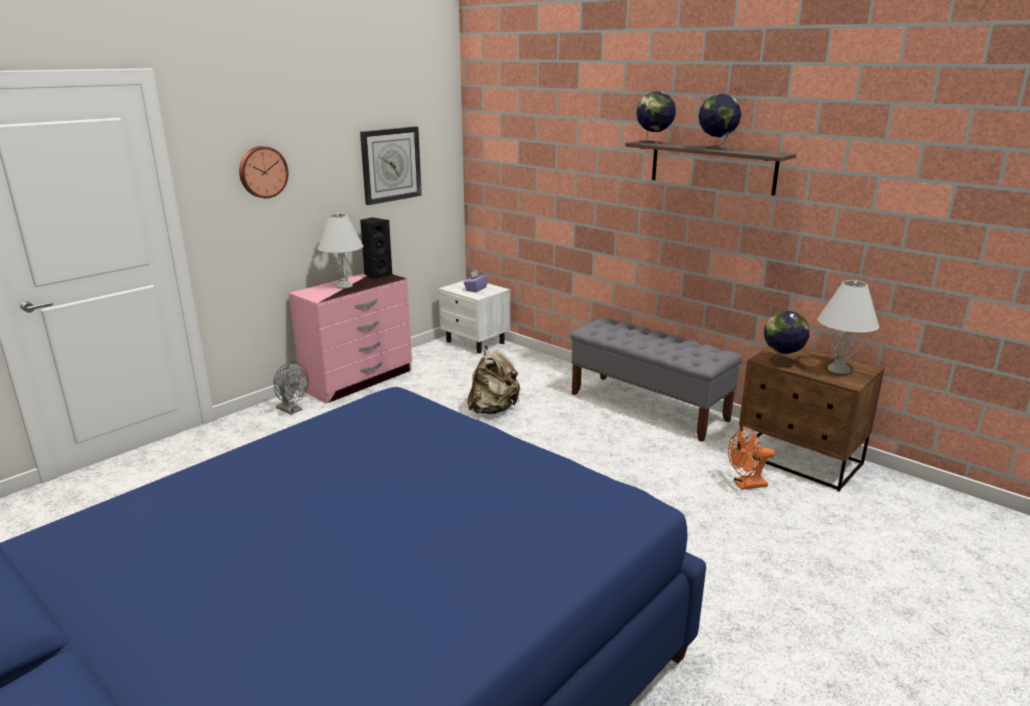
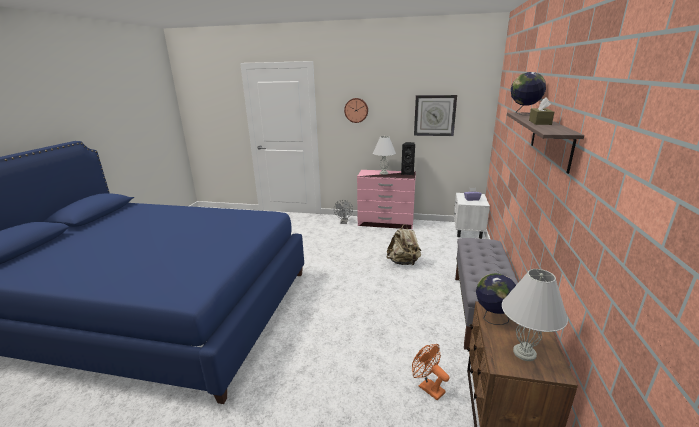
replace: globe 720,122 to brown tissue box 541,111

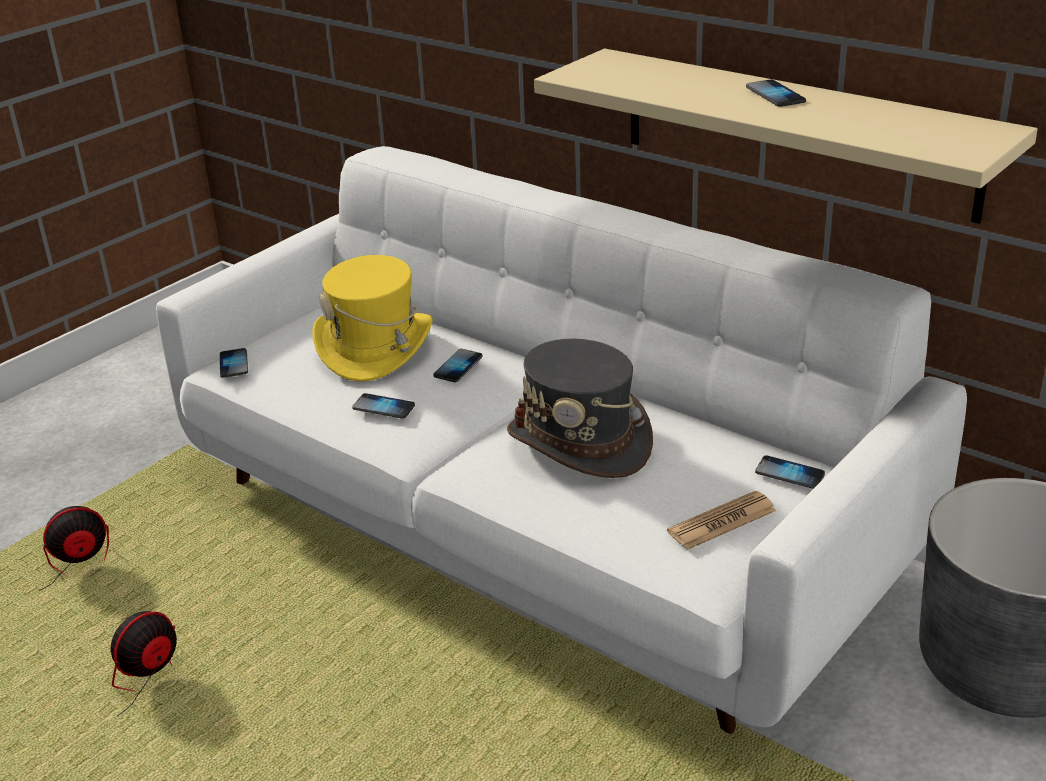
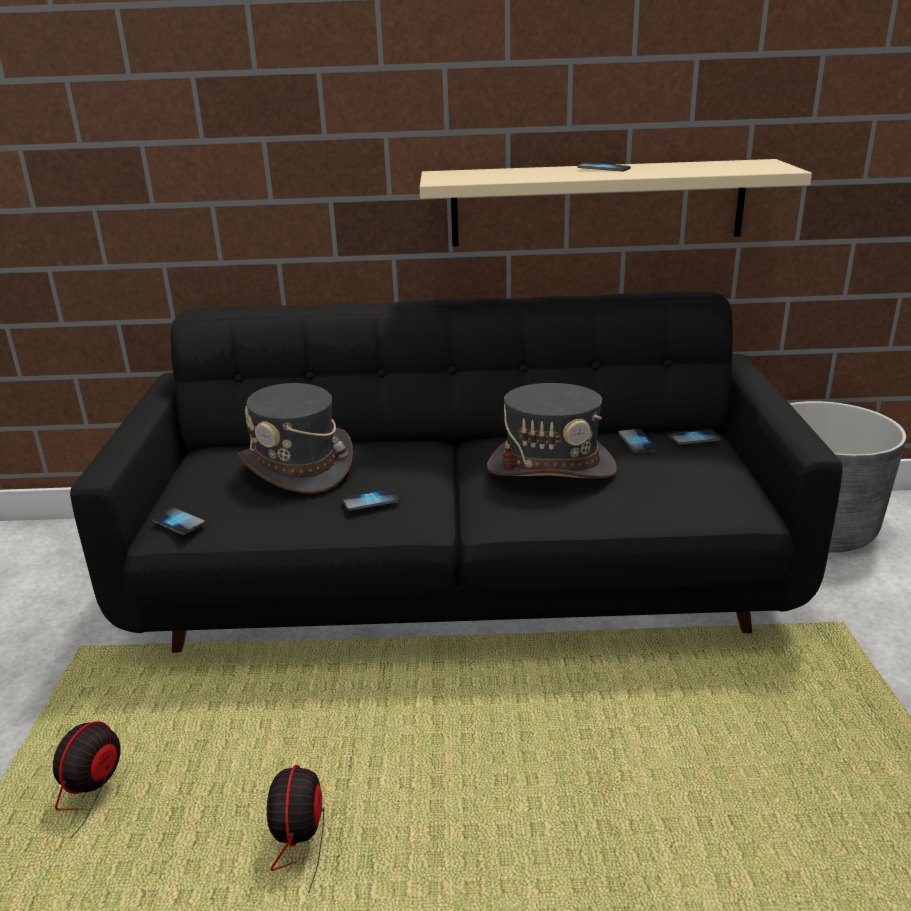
delete: newspaper 721,520
move: phone 458,365 to 638,441
recolor: white sofa 561,440 to black sofa 456,472; yellow hat 372,318 to grey hat 295,438

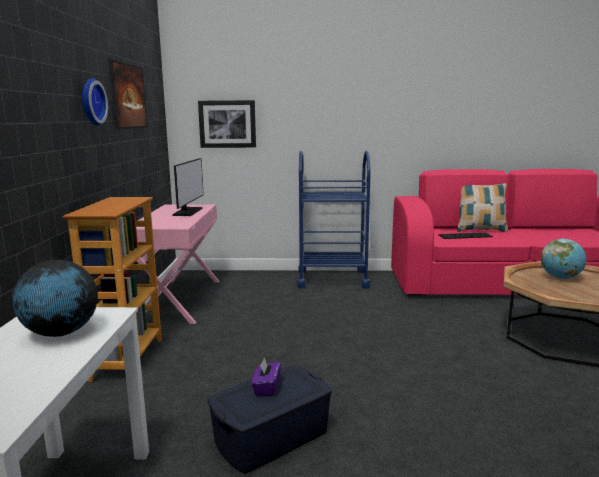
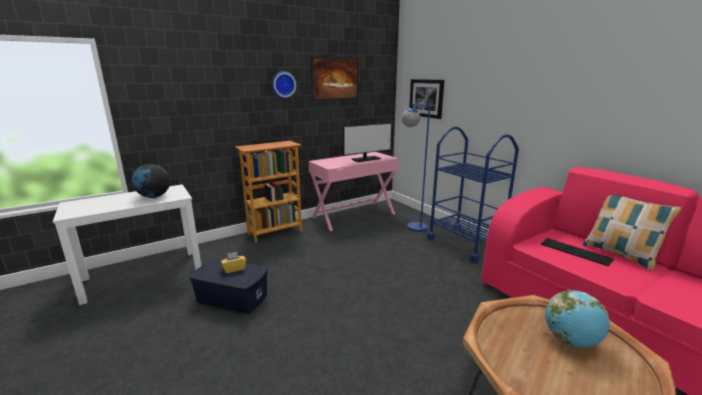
insert: blue floor lamp 419,168
recolor: purple tissue box 266,376 to yellow tissue box 233,262

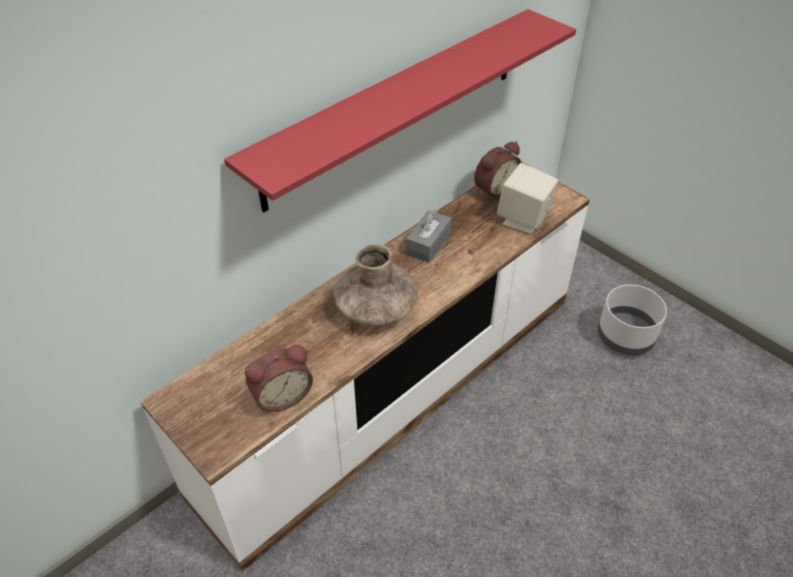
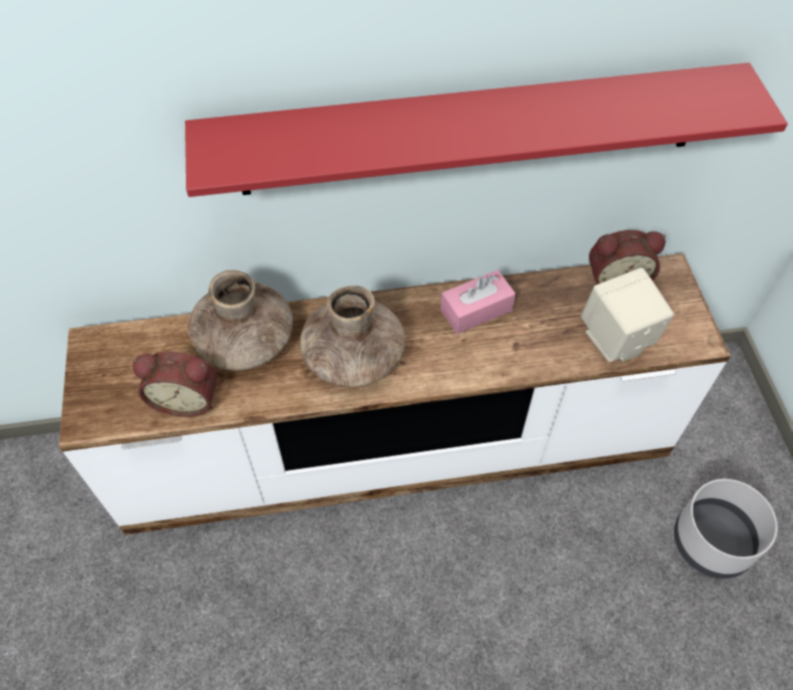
insert: brown vase 240,320
recolor: grey tissue box 429,236 to pink tissue box 478,302

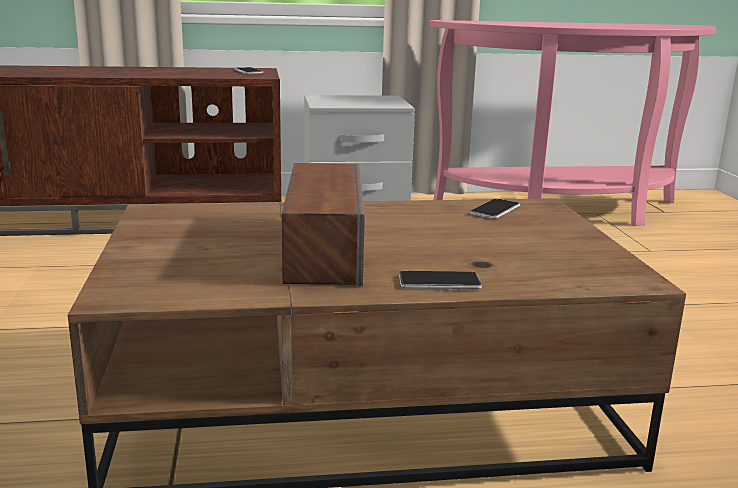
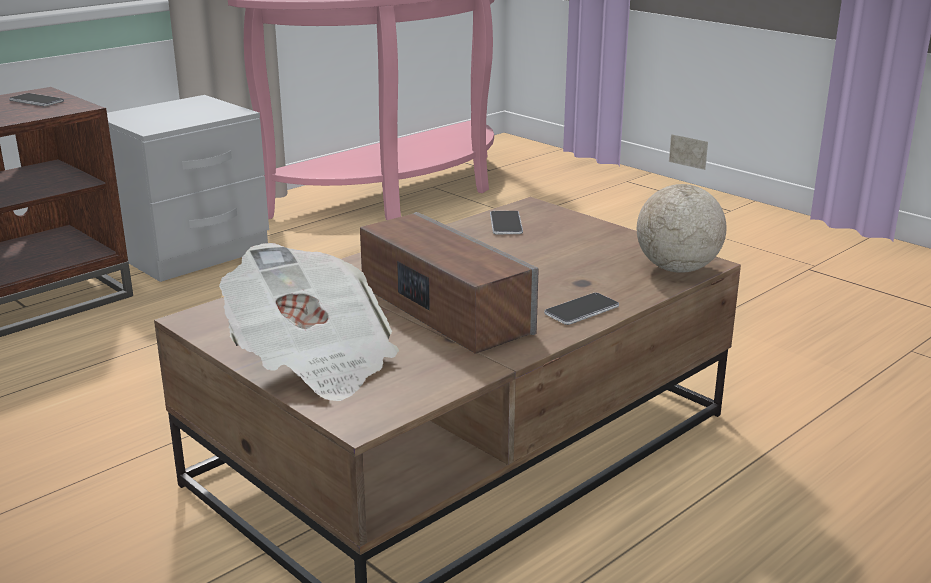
insert: newspaper 309,322; globe 681,203

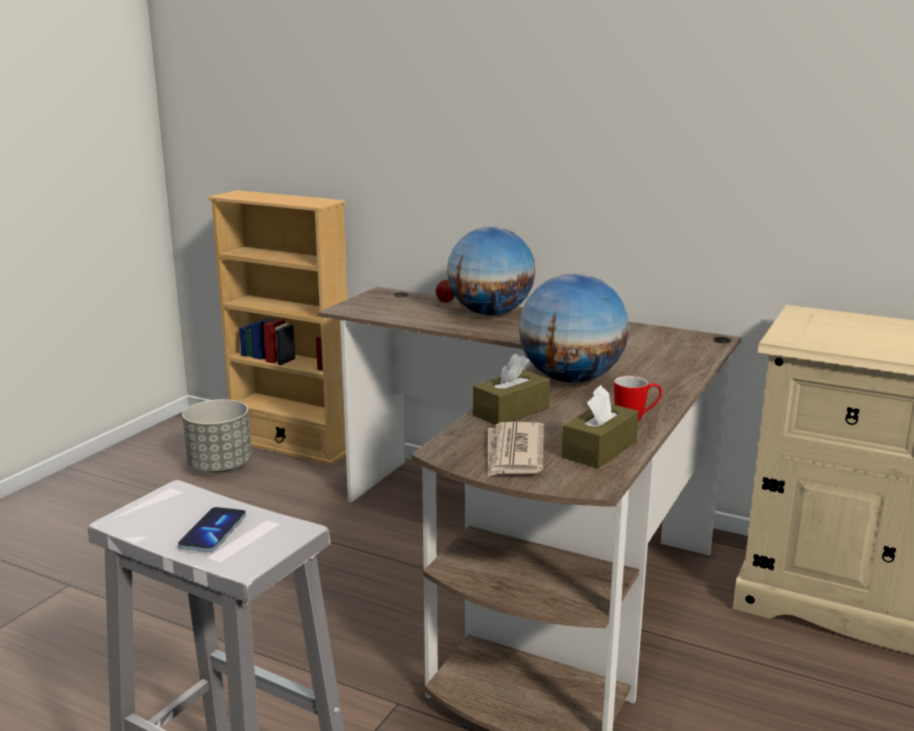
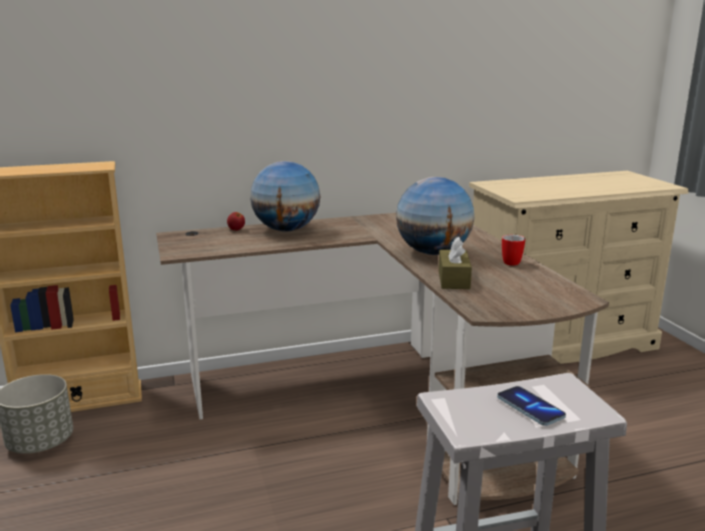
delete: newspaper 516,449; brown tissue box 600,426

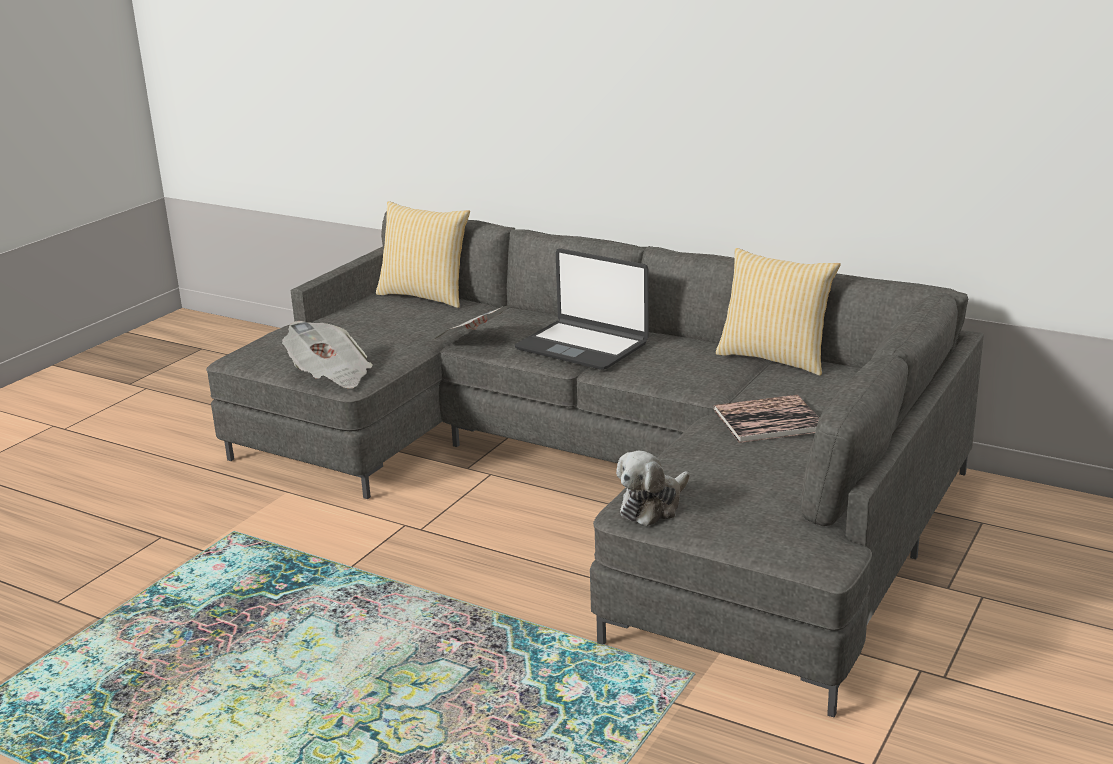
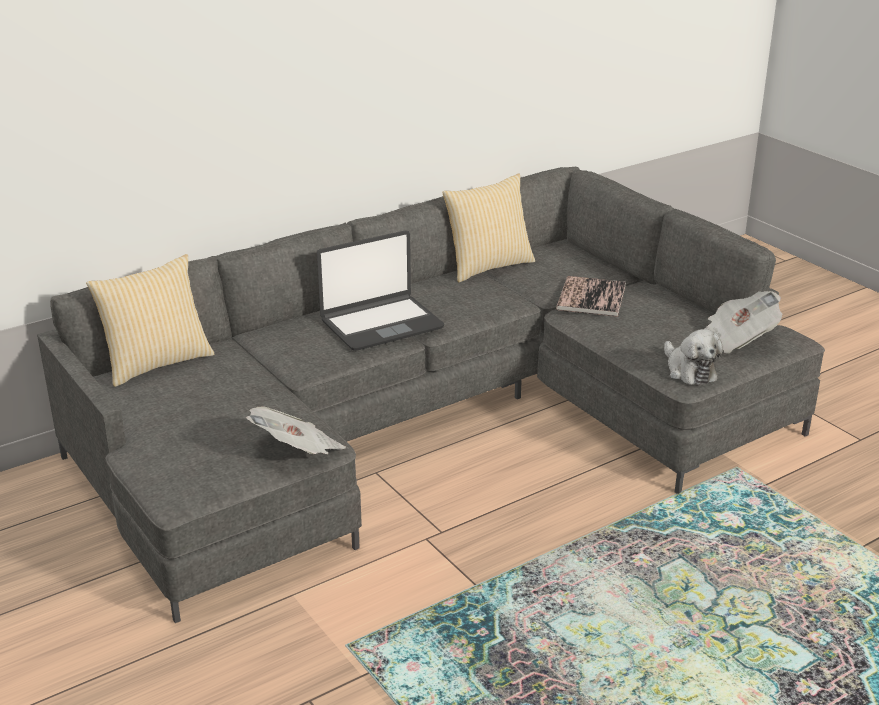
move: newspaper 472,322 to 743,322

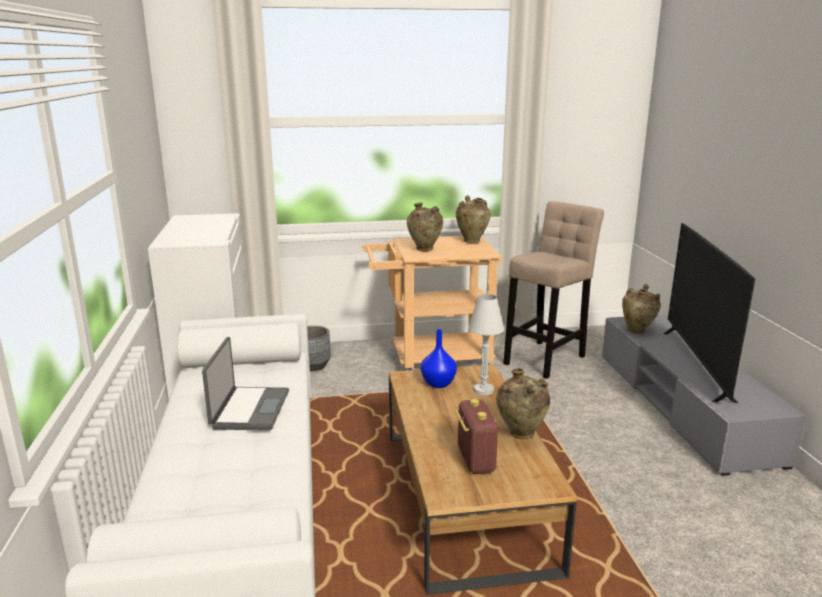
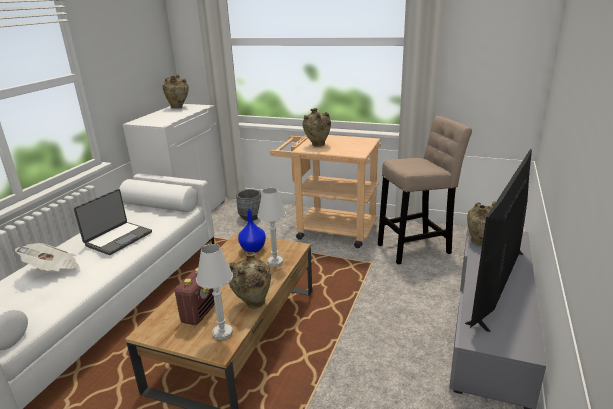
insert: newspaper 47,257; white table lamp 214,292
move: beige vase 473,219 to 176,91

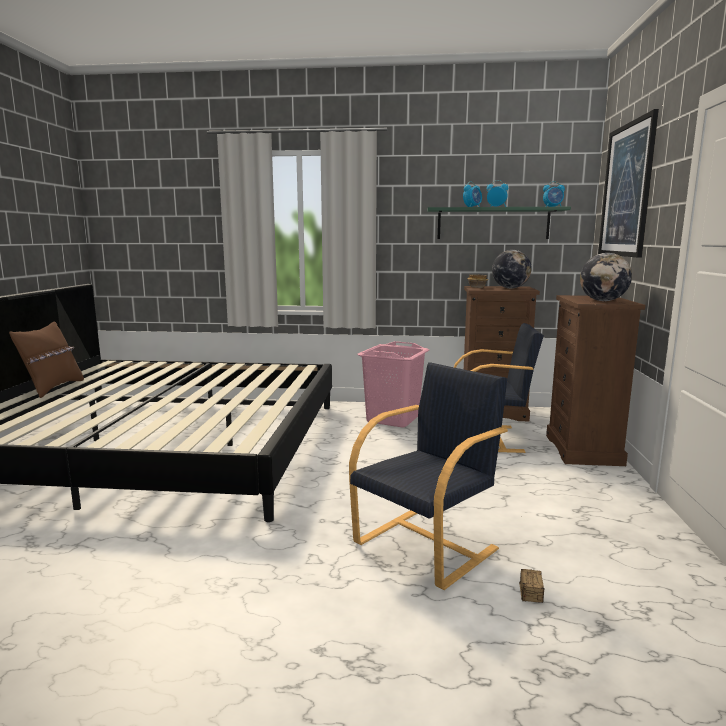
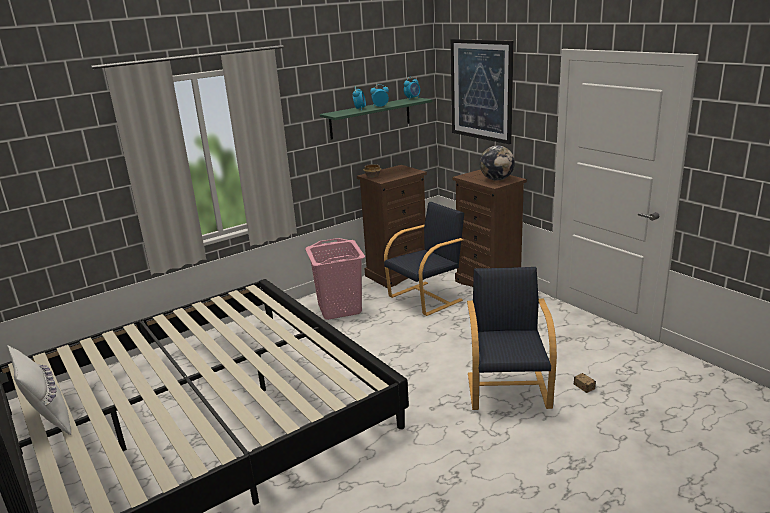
delete: globe 512,269
recolor: brown pillow 46,360 to white pillow 39,390

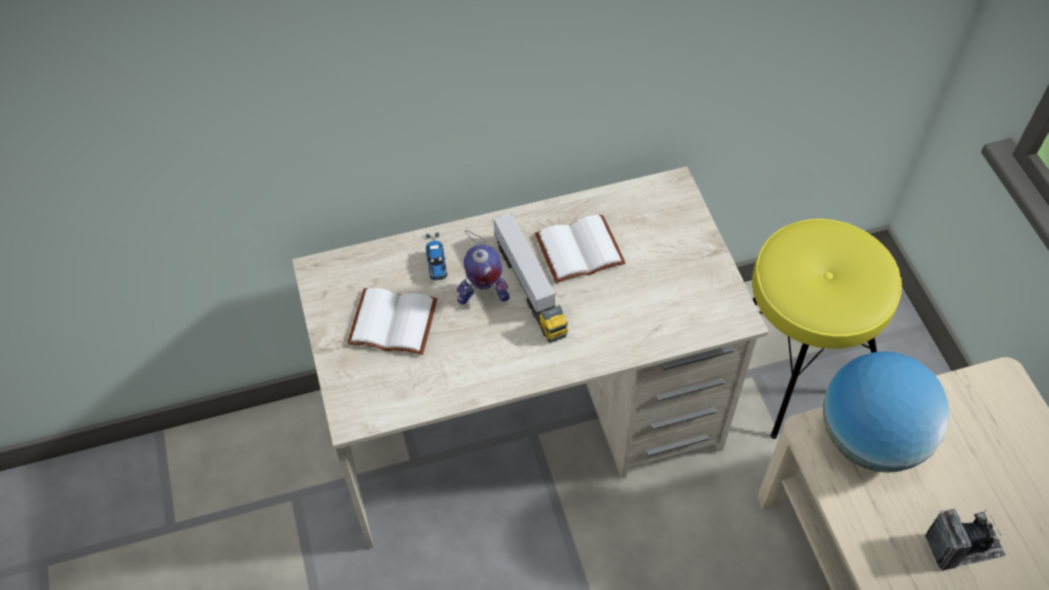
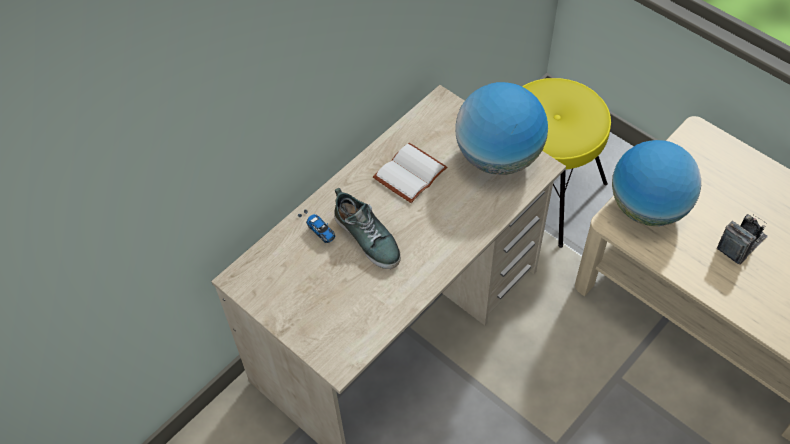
delete: white book 392,321; toy truck 530,278
insert: globe 501,128
replace: toy robot 483,267 to shoe 367,228

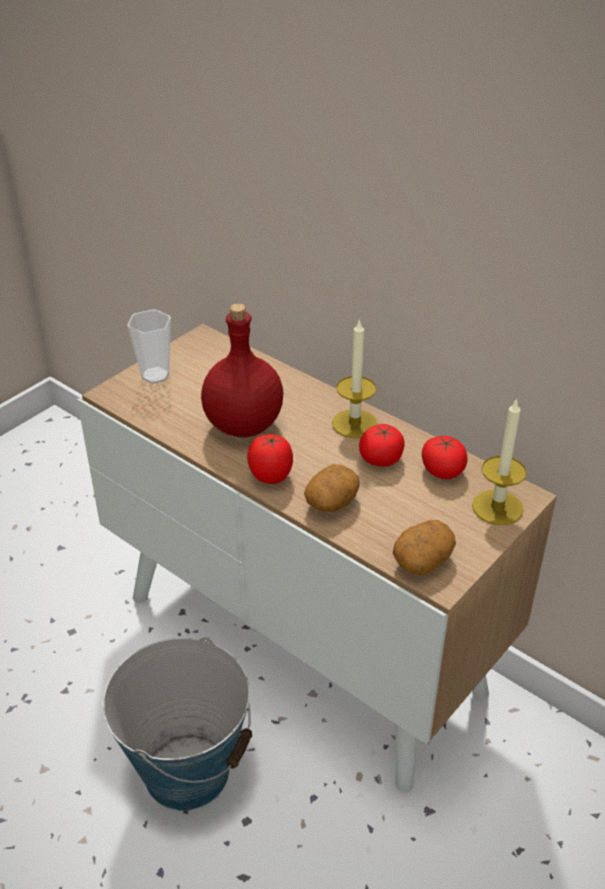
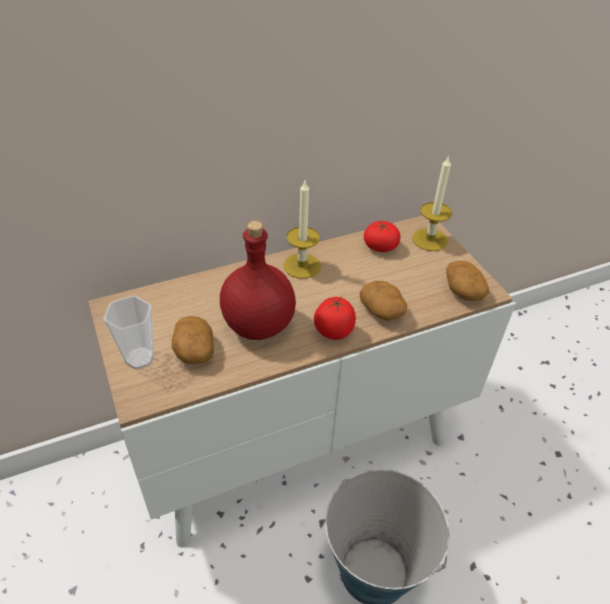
delete: tomato 382,445
insert: potato 193,340

